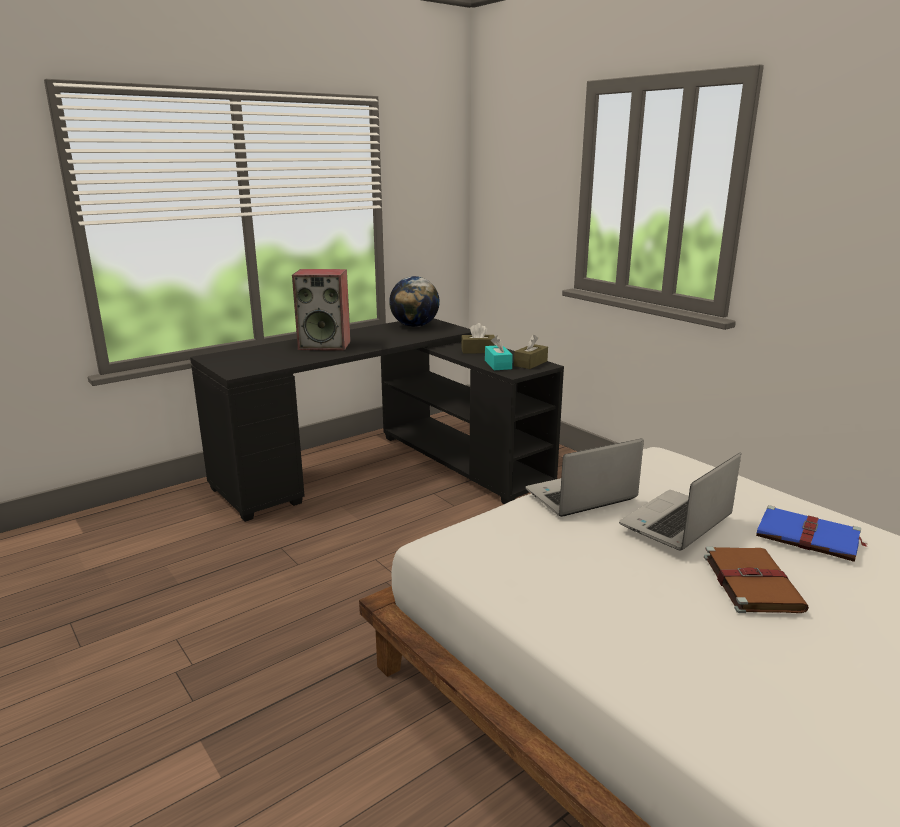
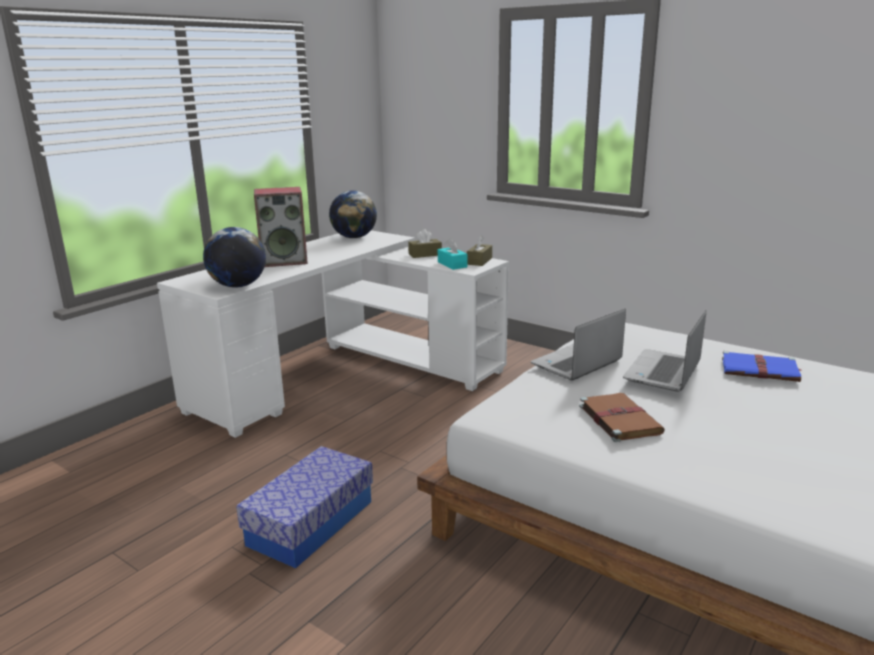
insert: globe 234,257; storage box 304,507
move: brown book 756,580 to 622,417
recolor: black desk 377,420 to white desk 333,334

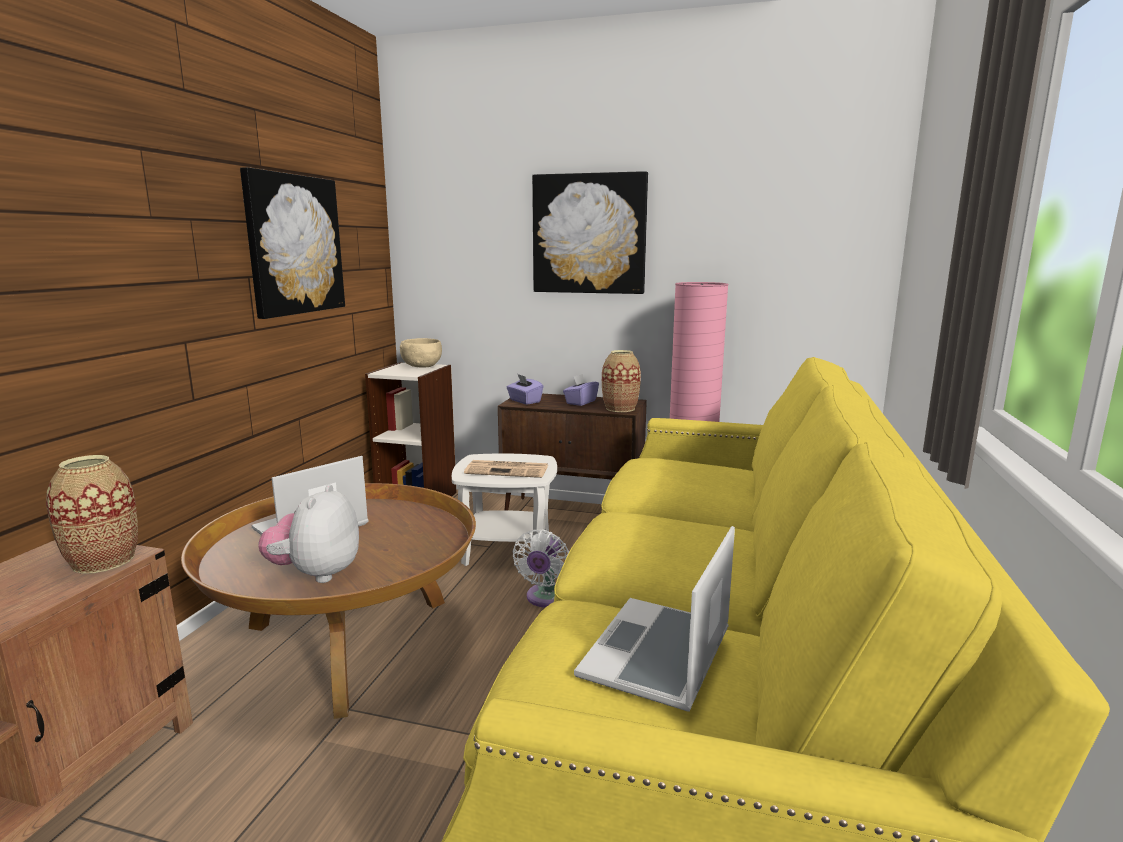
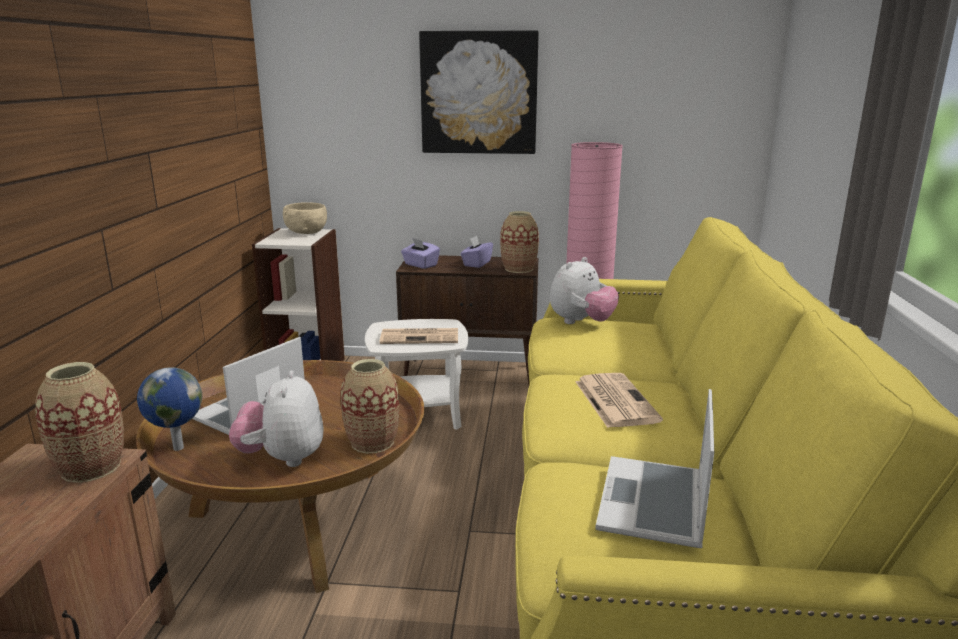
delete: picture 292,243; white fan 540,568
insert: globe 169,409; vase 369,406; plush toy 584,290; newspaper 619,400

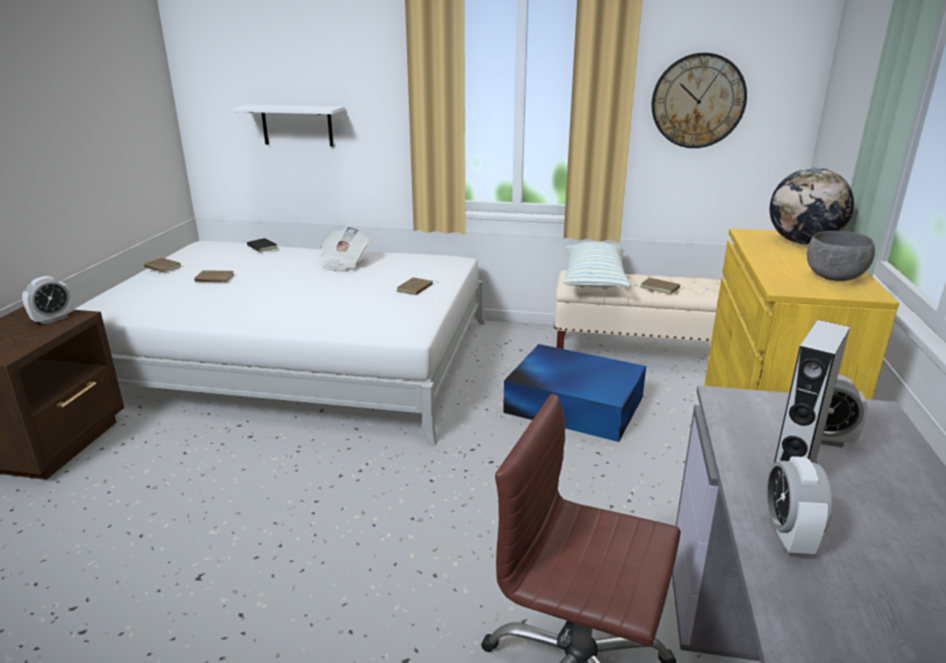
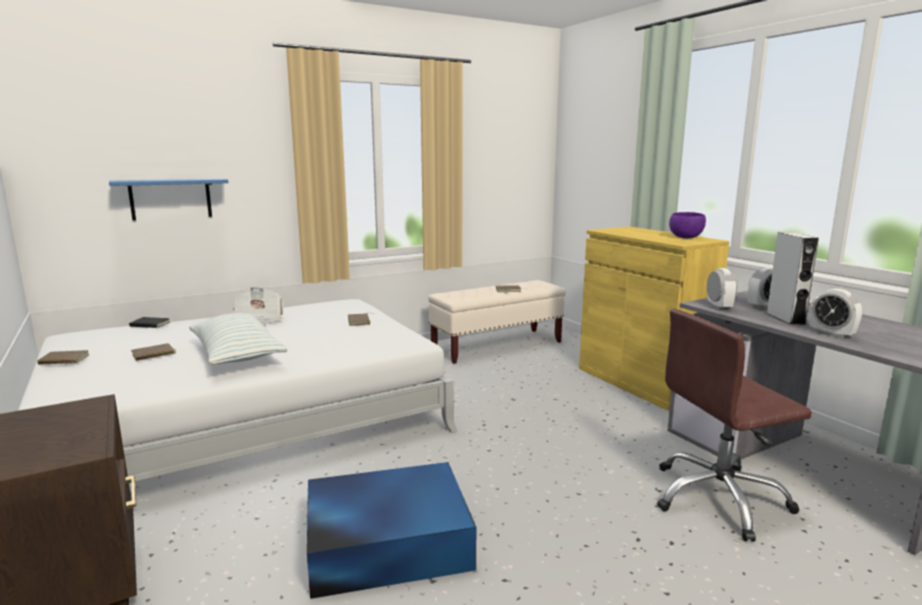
delete: wall clock 699,100; globe 812,206
move: alarm clock 48,300 to 722,289; blue storage box 574,393 to 391,530; pillow 597,265 to 238,338
recolor: white shelf 287,125 to blue shelf 168,199; grey bowl 841,256 to purple bowl 687,225

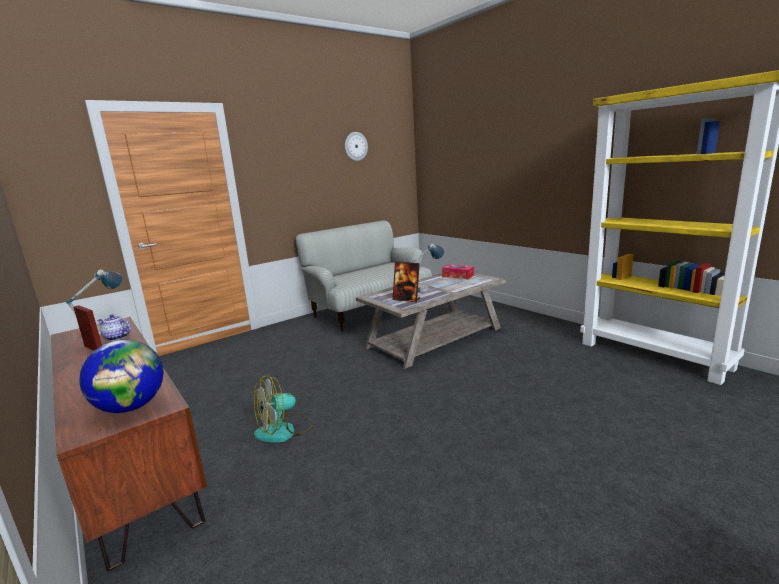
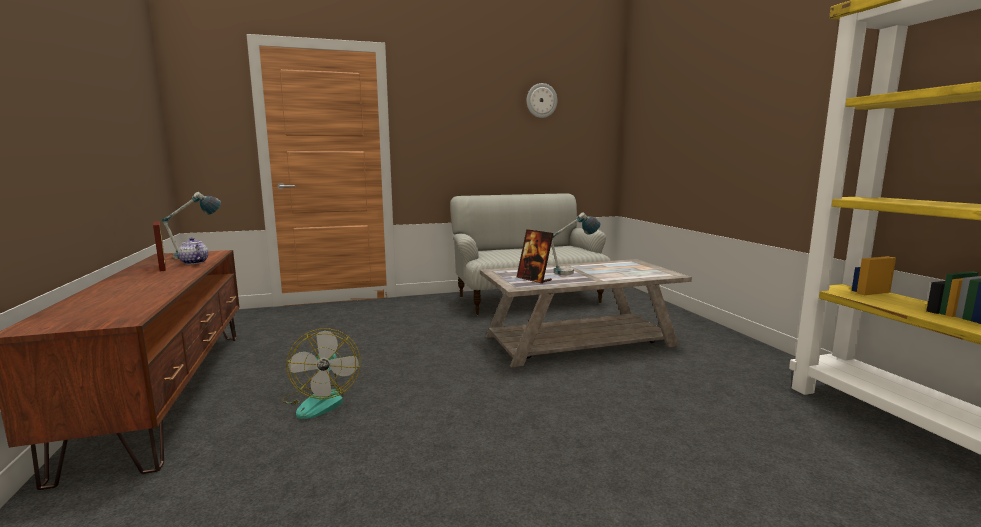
delete: globe 121,376; tissue box 458,271
rotate: fan 283,408 = 321,373 90 degrees counterclockwise

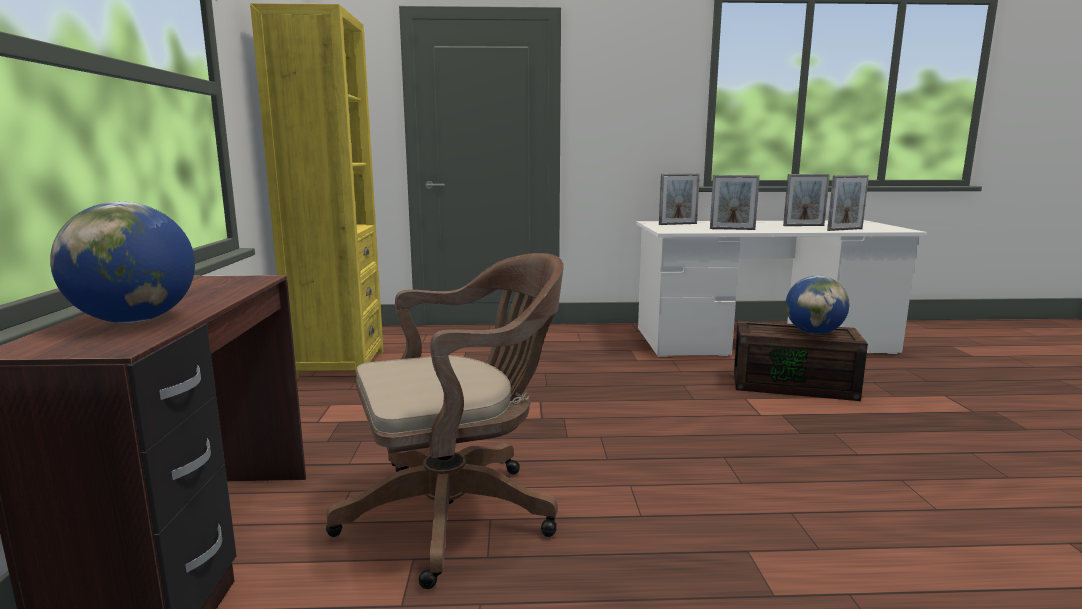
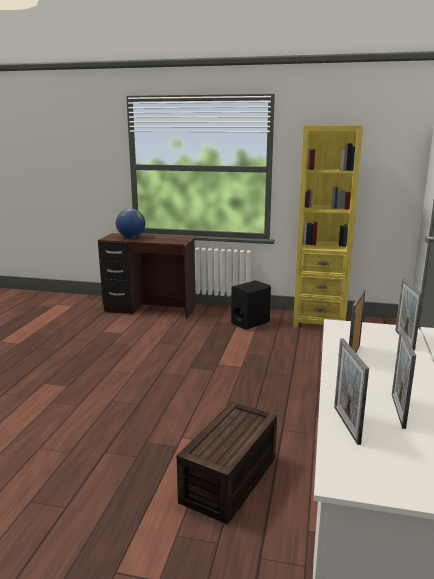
delete: brown office chair 445,421; globe 817,304
insert: black speaker 251,305

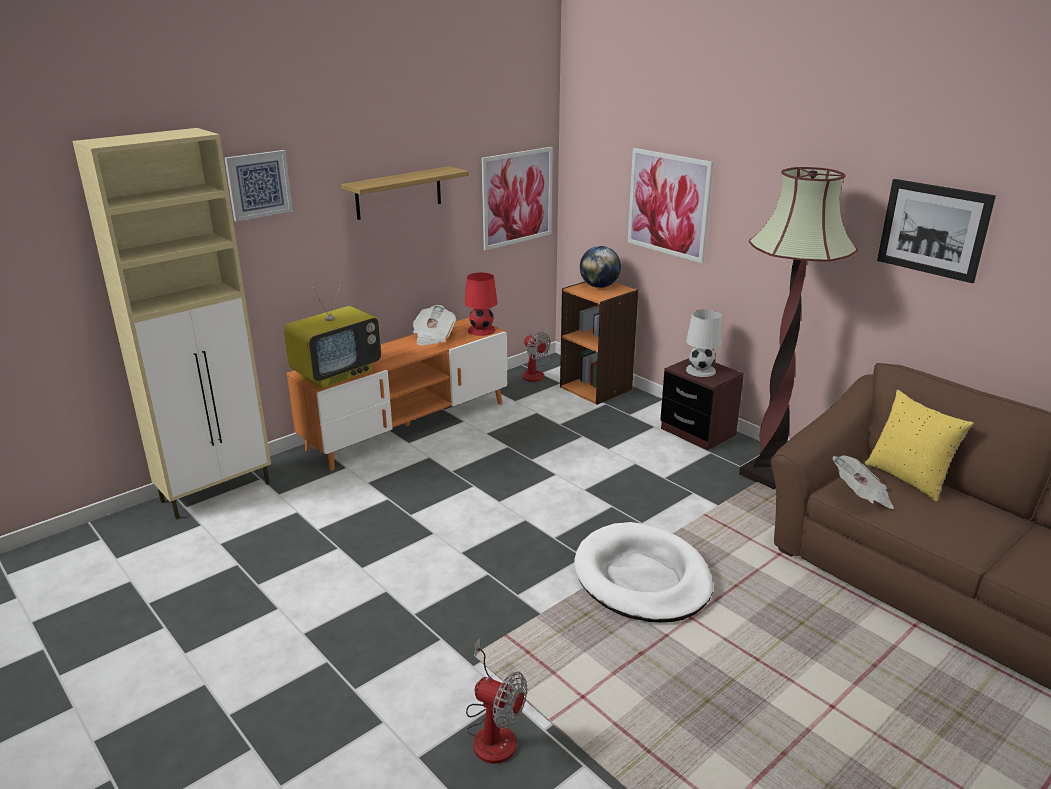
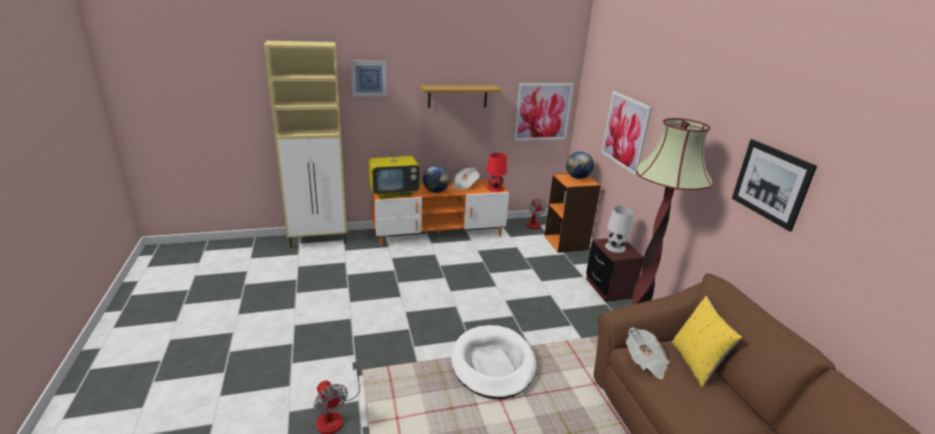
insert: globe 436,179

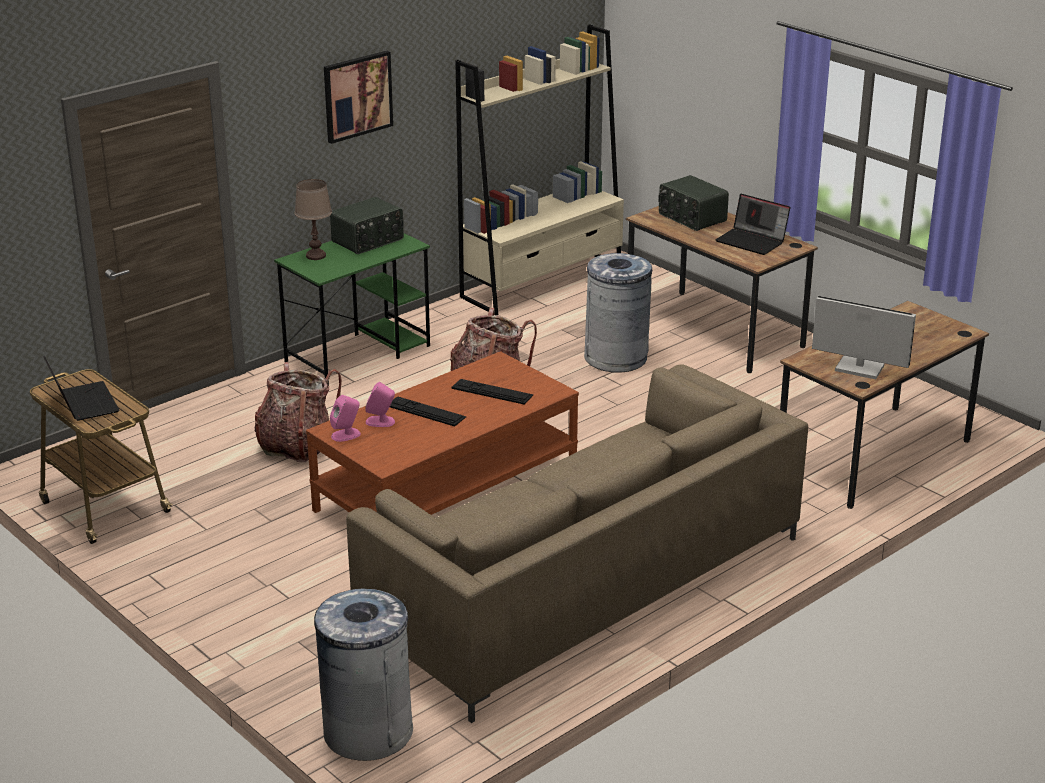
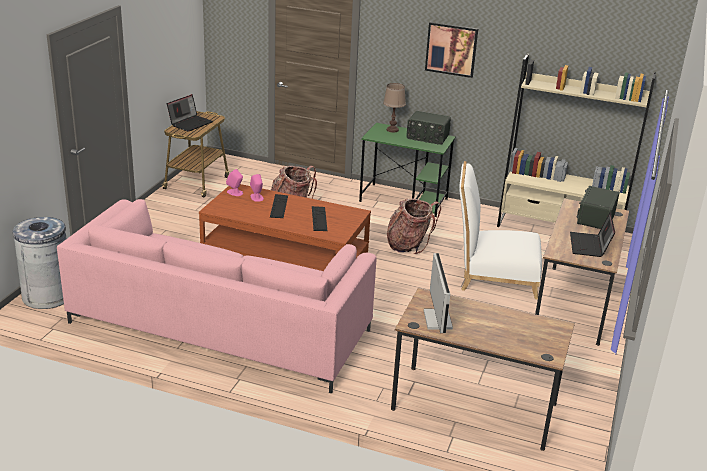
replace: grey trash can 618,312 to white chair 500,230
recolor: brown sofa 577,543 to pink sofa 217,296

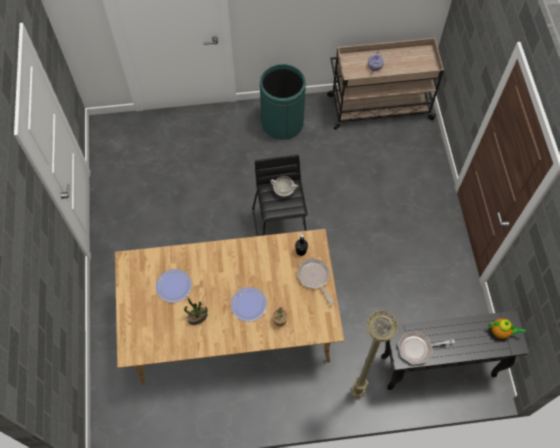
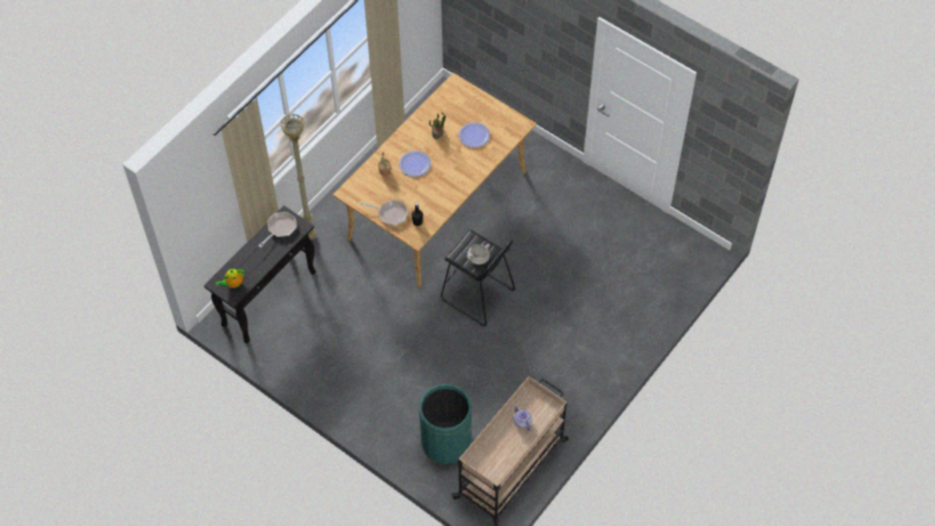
move: green trash can 283,102 to 445,424

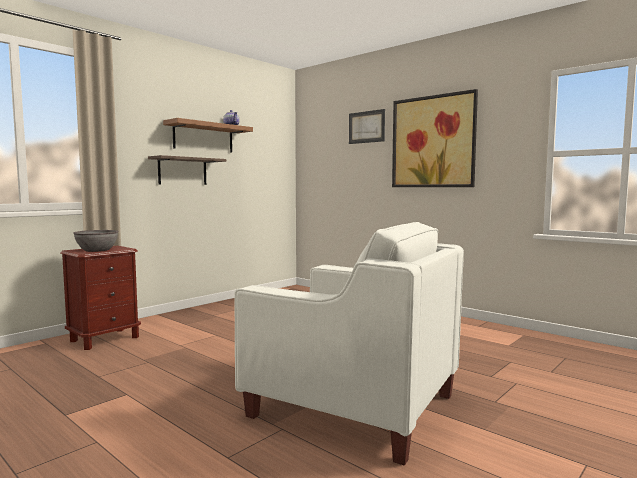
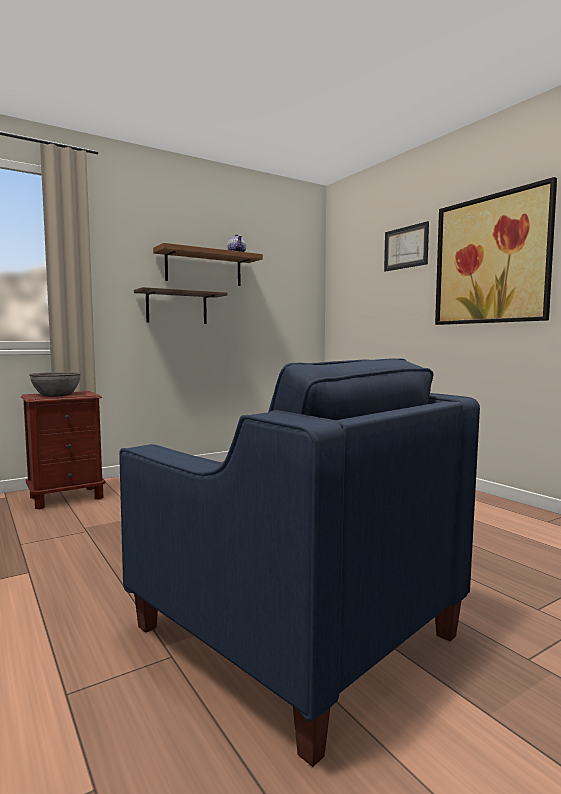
recolor: white armchair 349,344 to blue armchair 299,562

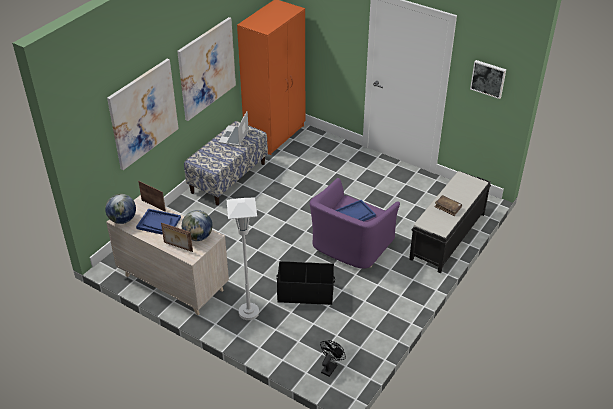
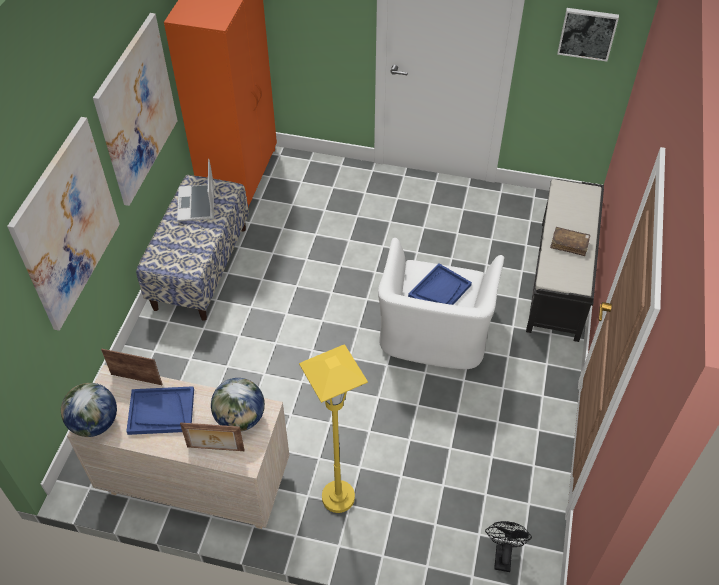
delete: black storage box 305,283
recolor: white floor lamp 243,258 to yellow floor lamp 333,428; purple armchair 355,223 to white armchair 441,303

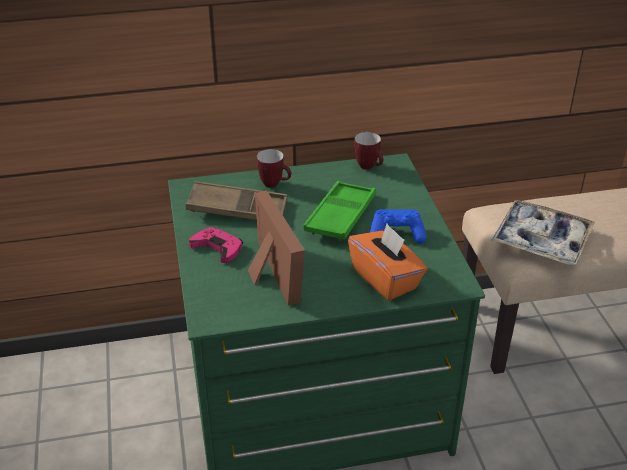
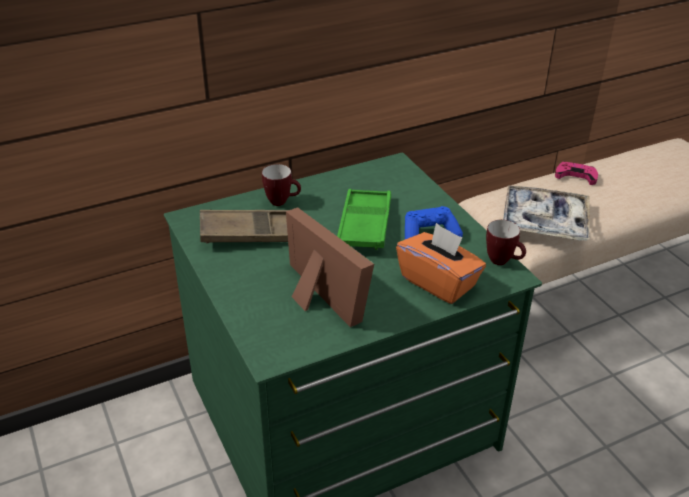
move: pink game controller 216,245 to 576,173; mug 368,151 to 506,242

